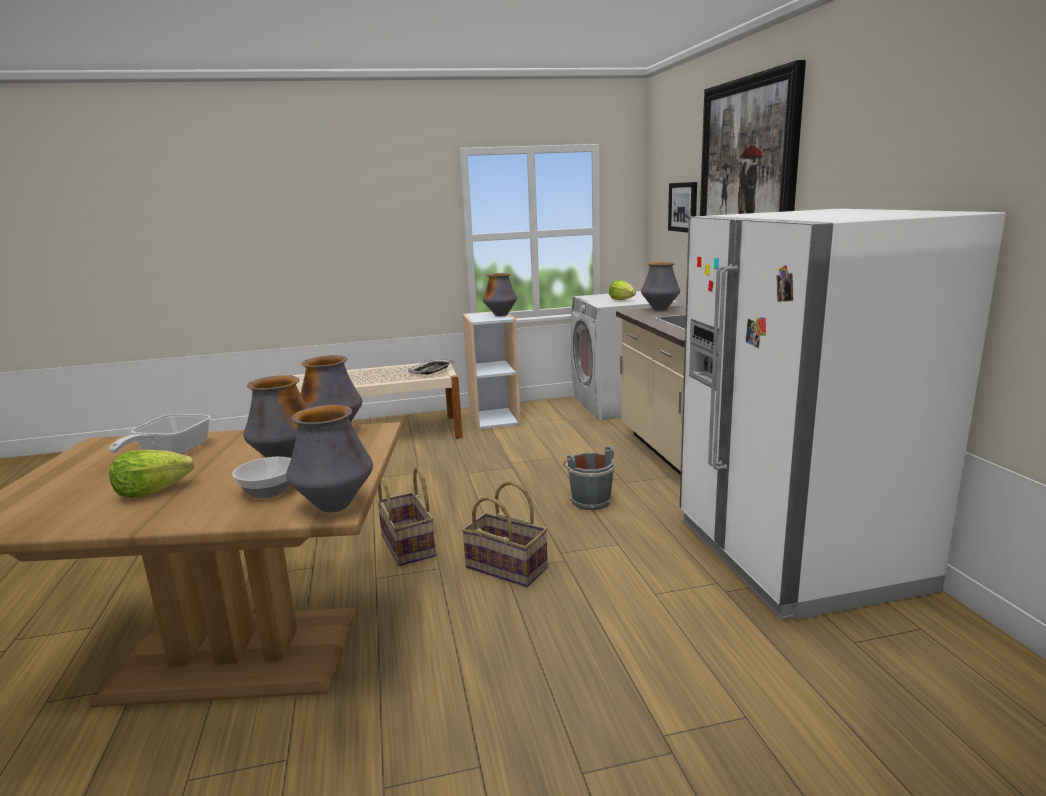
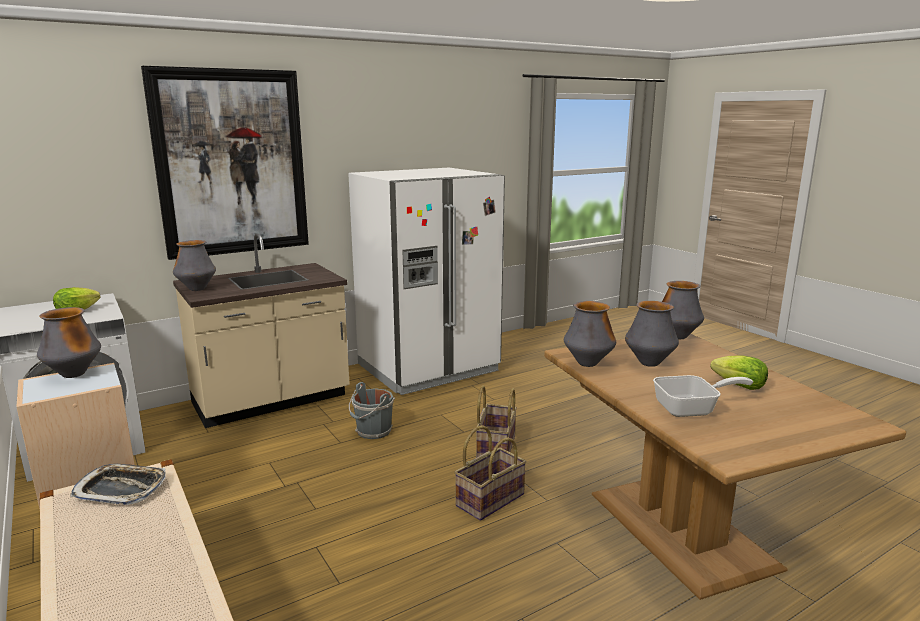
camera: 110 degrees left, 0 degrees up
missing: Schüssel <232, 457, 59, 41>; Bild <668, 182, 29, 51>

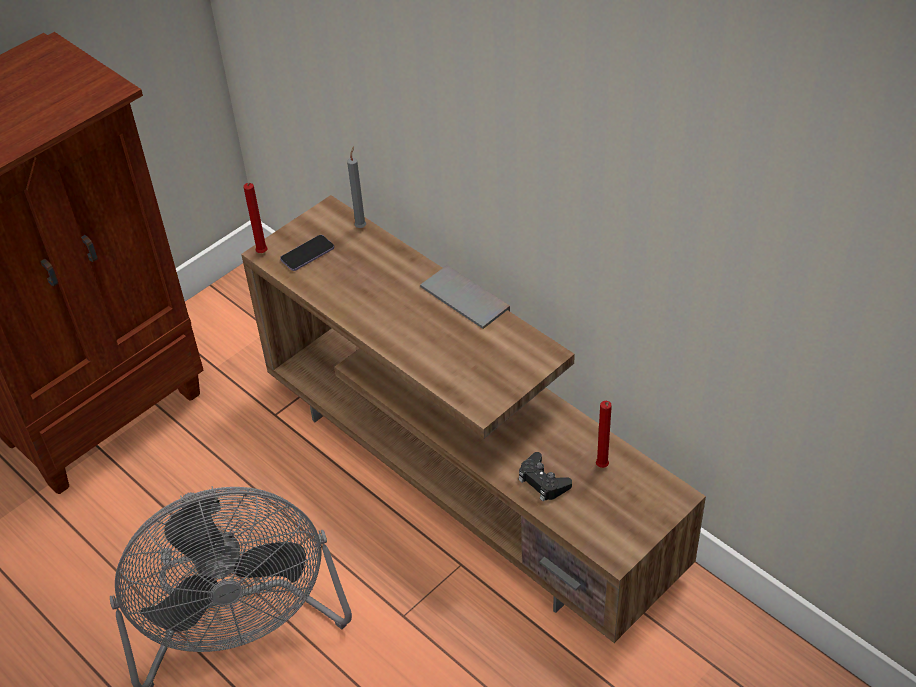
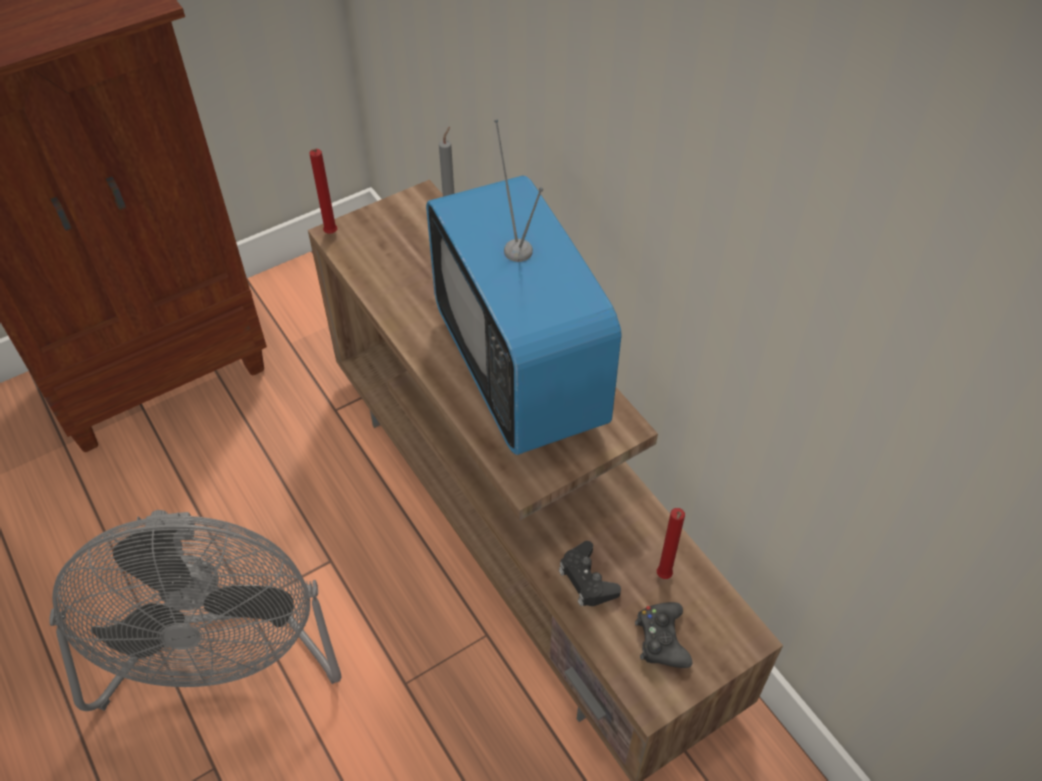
camera: 10 degrees right, 5 degrees up
missing: Handy <280, 235, 54, 36>
appeared: Fernseher <426, 119, 195, 336>; Gamepad/schwarz <635, 602, 57, 66>

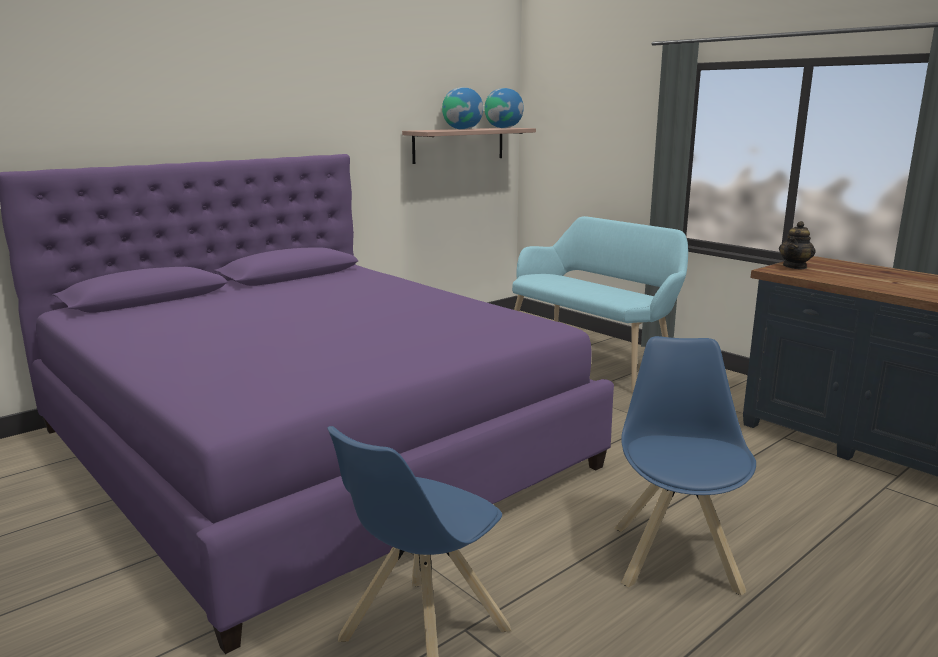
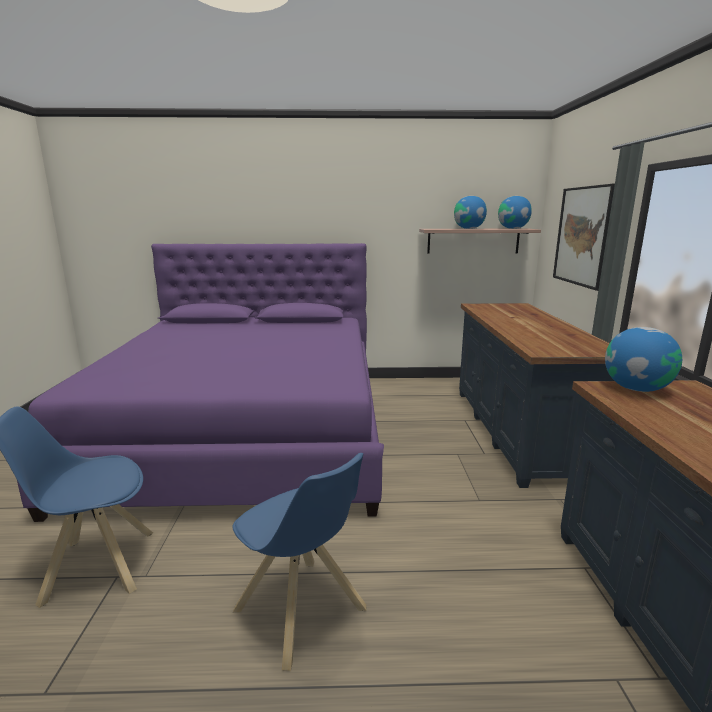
camera: 40 degrees right, 0 degrees up
appeared: Bild <553, 184, 62, 107>
exchanged: Bank/türkis <512, 216, 176, 177> to Kommode/blau <459, 303, 155, 185>; Teekanne <779, 221, 37, 48> to Globus <605, 327, 77, 65>
spun: Stuhl/blau <614, 336, 142, 259> = <232, 453, 135, 218> 90 degrees clockwise

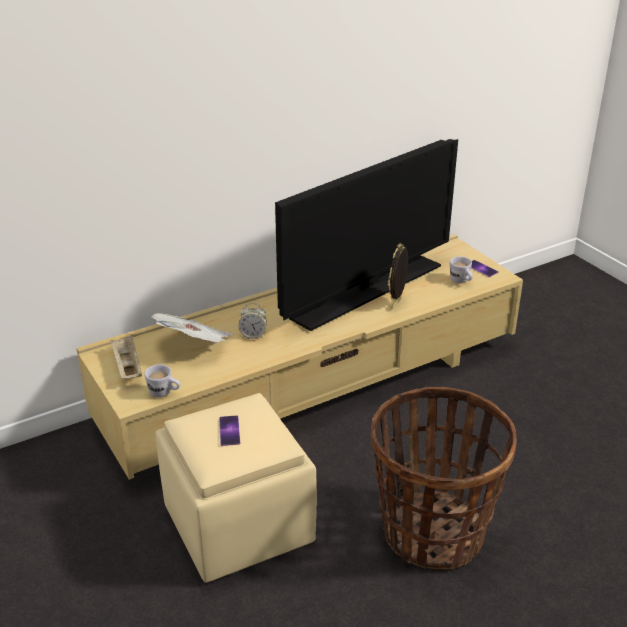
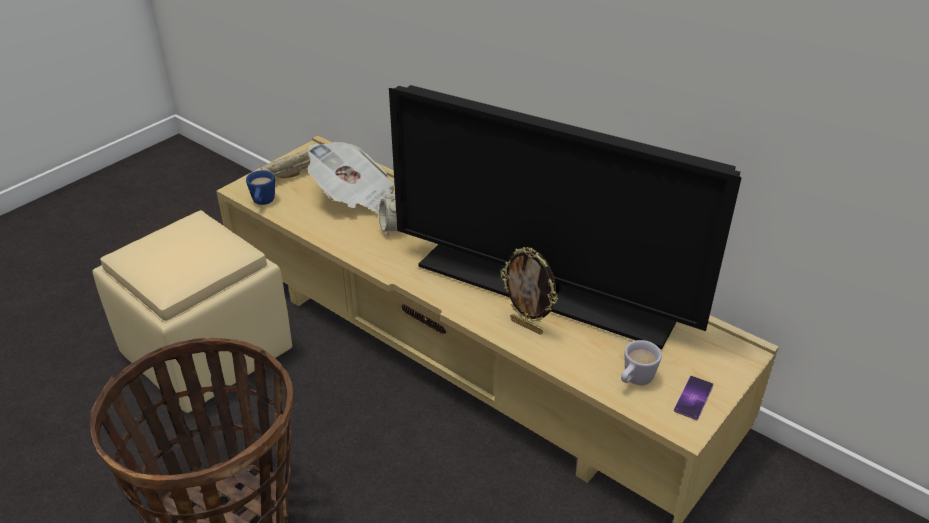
camera: 70 degrees right, 5 degrees up
missing: Handy <219, 415, 21, 31>
colour: Henkelbecher/weiß <144, 364, 37, 34> to Henkelbecher/blau <246, 170, 29, 35>
spun: Bilderrahmen <388, 243, 20, 67> = <500, 247, 58, 88> 150 degrees counterclockwise

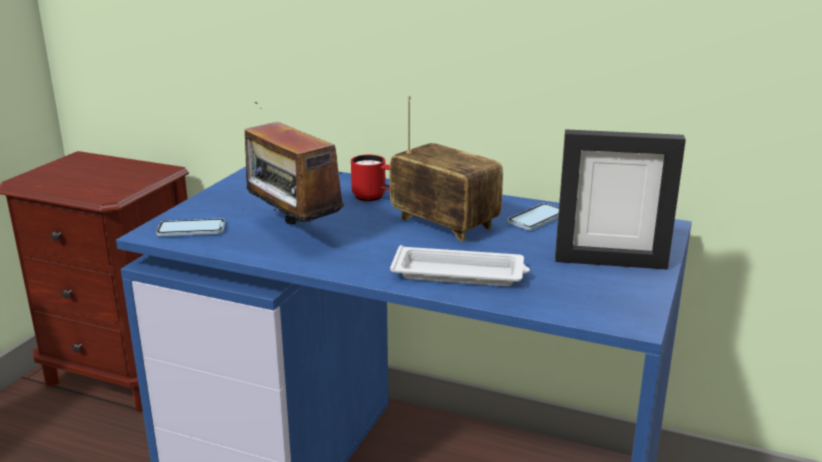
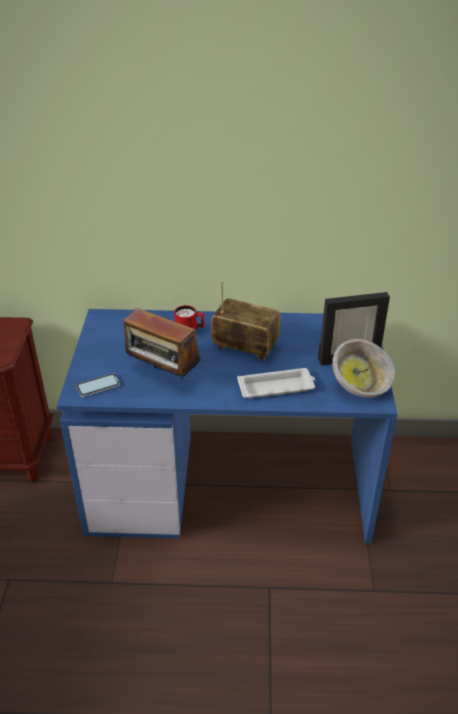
camera: 20 degrees left, 15 degrees up
missing: Handy <507, 203, 52, 27>
appeared: Schüssel <332, 339, 63, 59>

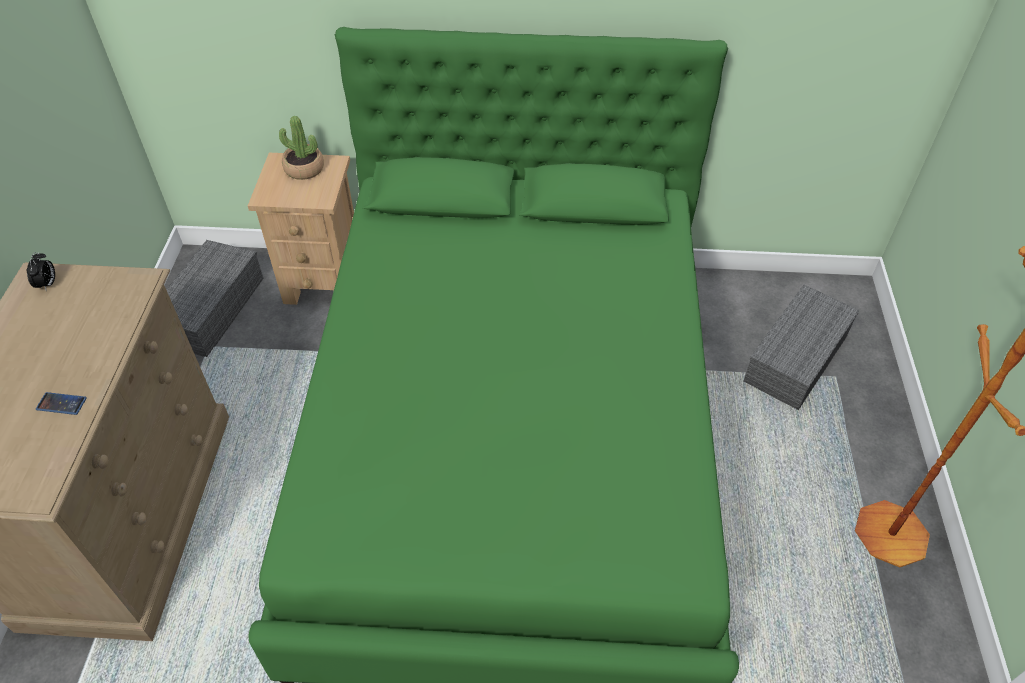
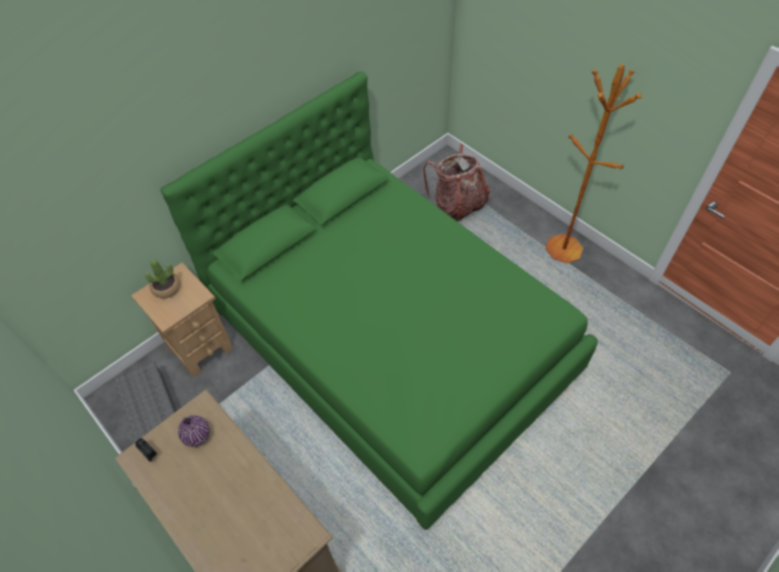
camera: 45 degrees left, 5 degrees up
missing: Handy <36, 392, 51, 23>
appeared: Vase/lila <178, 415, 32, 32>
exchanged: Aufbewahrungsbox/grau <744, 285, 116, 125> to Rucksack <423, 144, 67, 77>

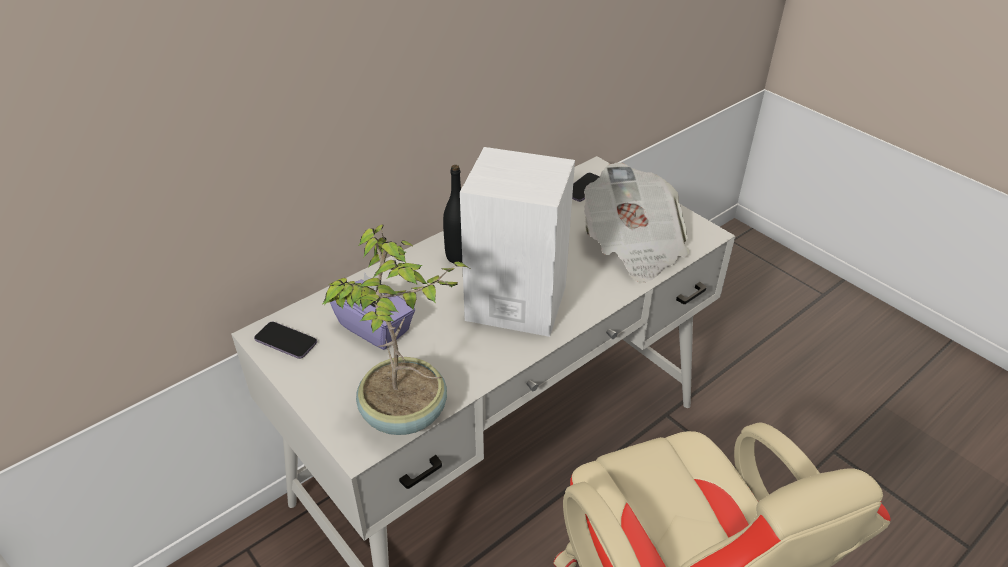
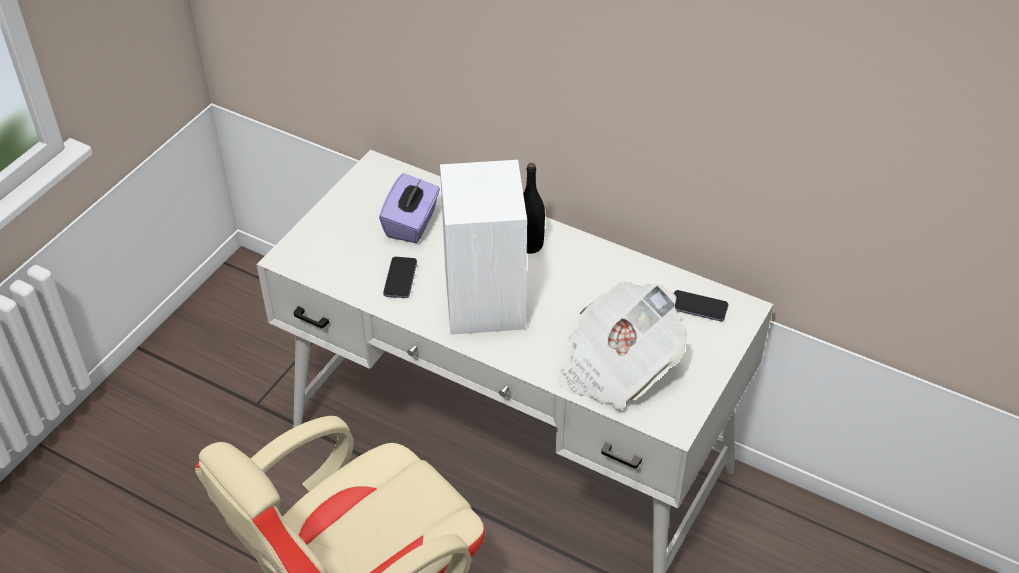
camera: 70 degrees right, 5 degrees up
missing: Topfpflanze <322, 224, 148, 211>
relocated: Handy <254, 321, 63, 38> to <383, 257, 34, 41>

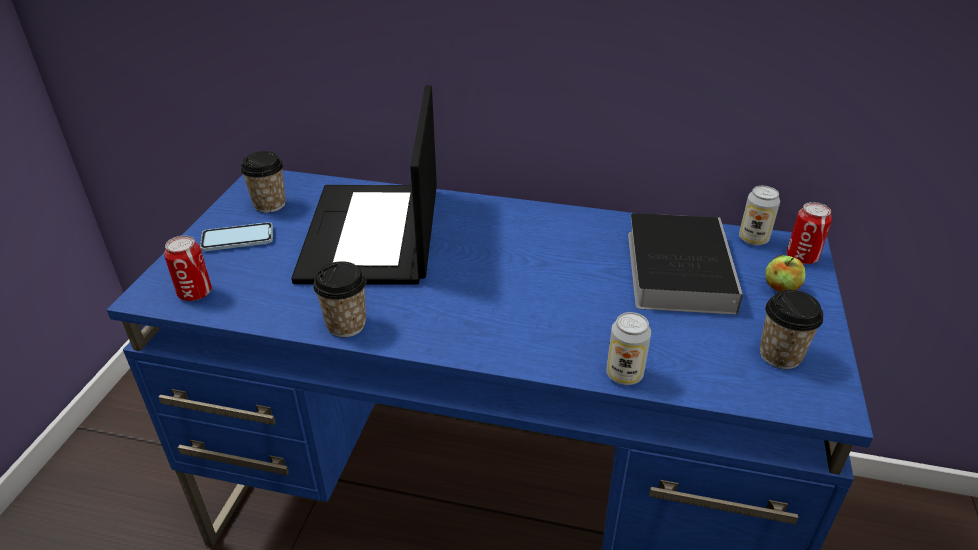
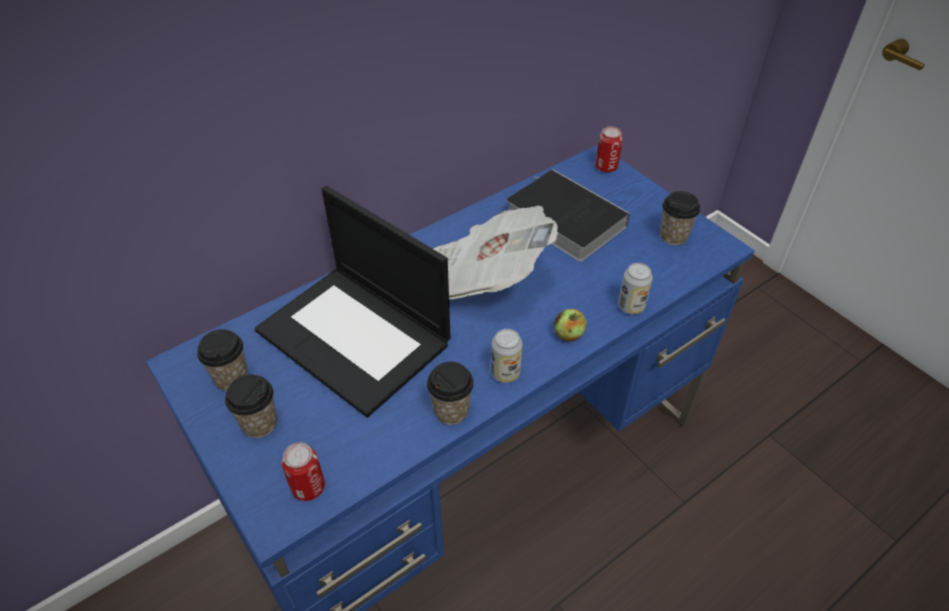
camera: 50 degrees left, 10 degrees up
appeared: Zeitung <434, 206, 124, 93>
relocated: Dose <739, 186, 41, 60> to <491, 329, 32, 54>; Apfel <765, 255, 41, 37> to <554, 309, 33, 32>
exchanged: Handy <200, 222, 73, 29> to Tasse <225, 374, 52, 64>

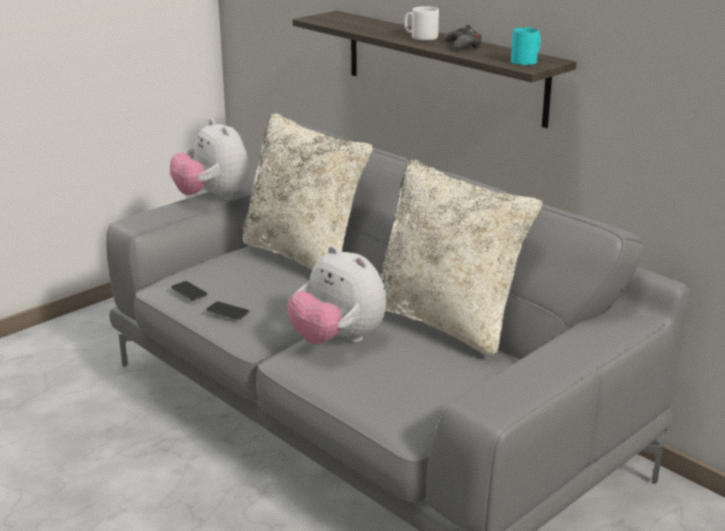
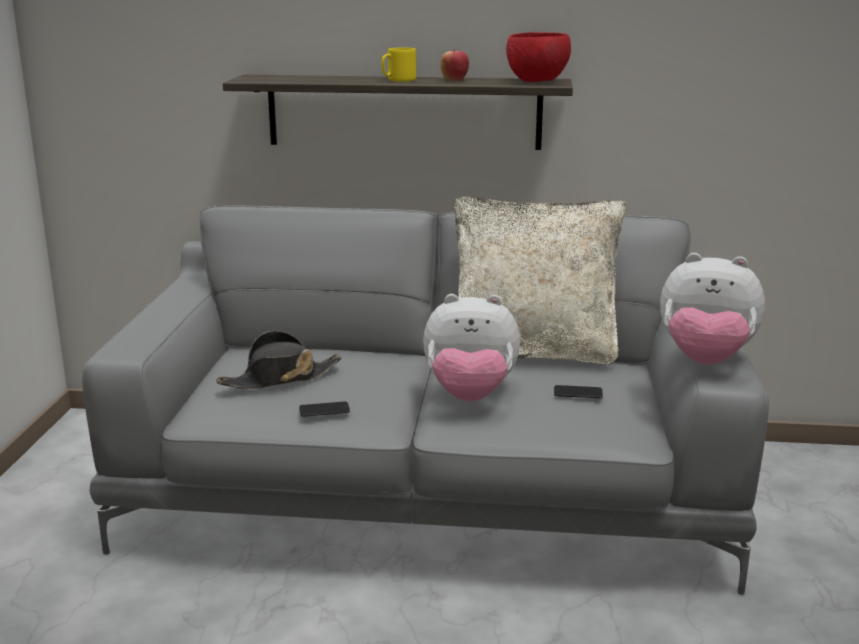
camera: 40 degrees left, 5 degrees down
missing: Kissen/beige <243, 113, 130, 158>
appeared: Hut/schwarz <216, 331, 126, 58>
relocated: Plüschtier <170, 119, 80, 81> to <660, 253, 105, 112>; Handy <171, 281, 36, 19> to <554, 385, 49, 13>
exchanged: Gamepad/schwarz <444, 25, 38, 25> to Apfel <441, 49, 28, 32>; Henkelbecher/türkis <511, 27, 30, 38> to Schüssel/rot <506, 32, 65, 50>
colour: Henkelbecher/weiß <405, 6, 34, 35> to Henkelbecher/gelb <381, 48, 35, 33>

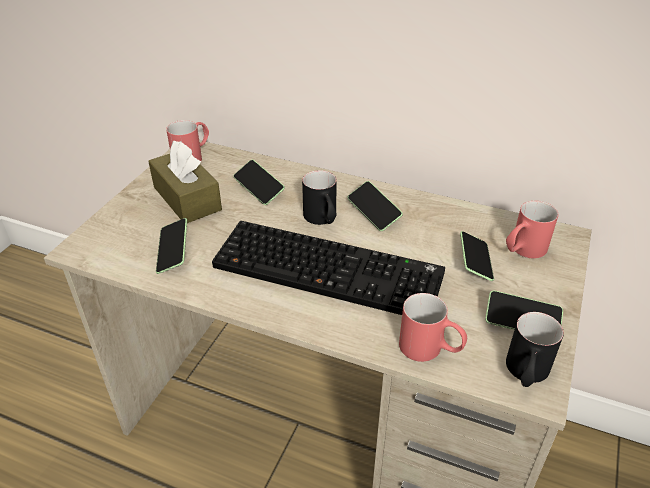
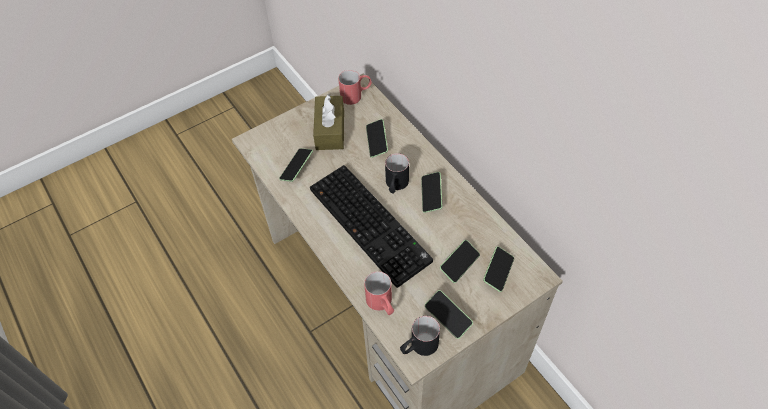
camera: 35 degrees right, 15 degrees up
exchanged: Henkelbecher/rot <506, 201, 52, 58> to Handy <483, 246, 31, 46>

